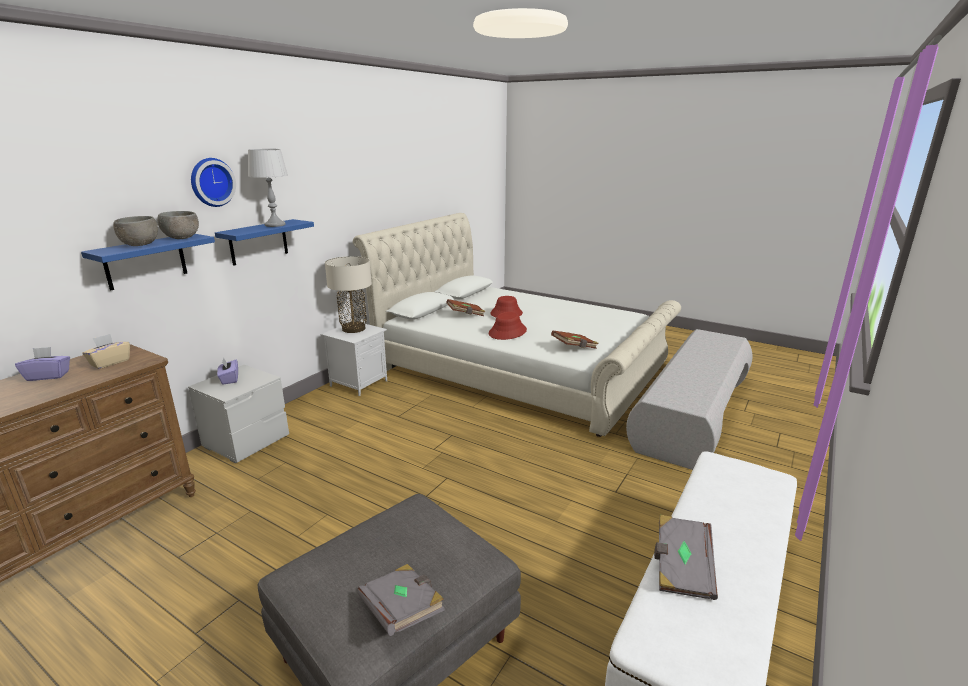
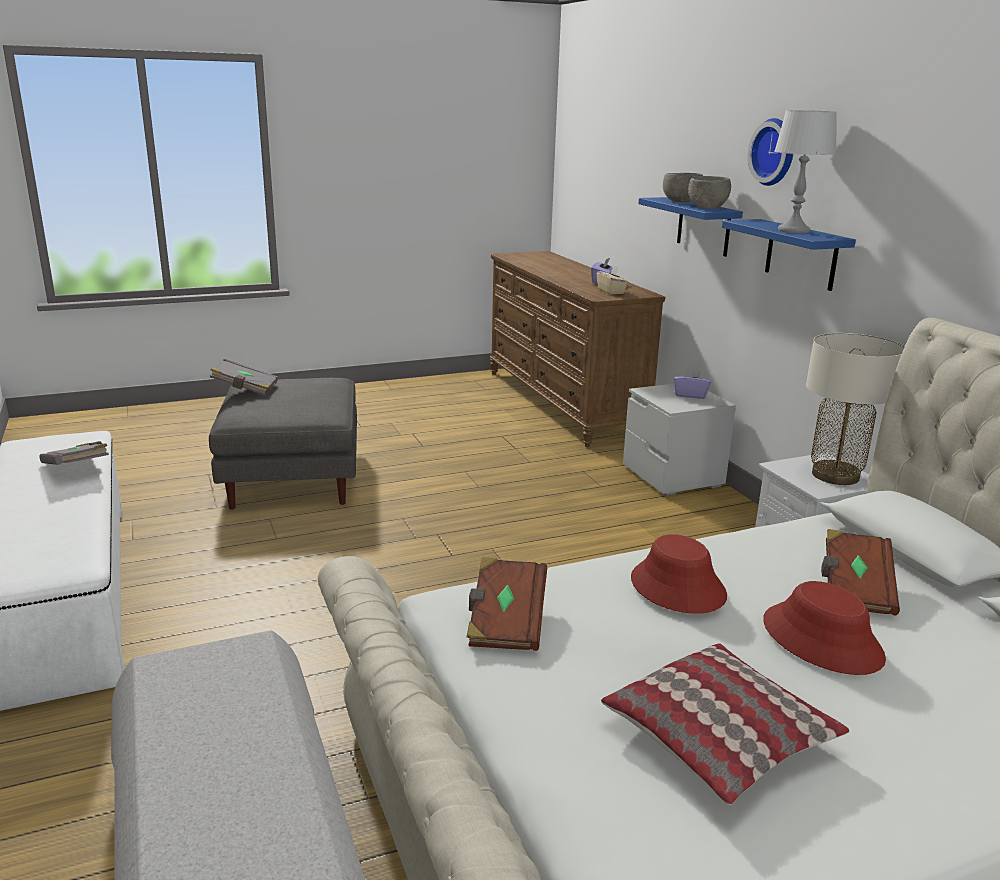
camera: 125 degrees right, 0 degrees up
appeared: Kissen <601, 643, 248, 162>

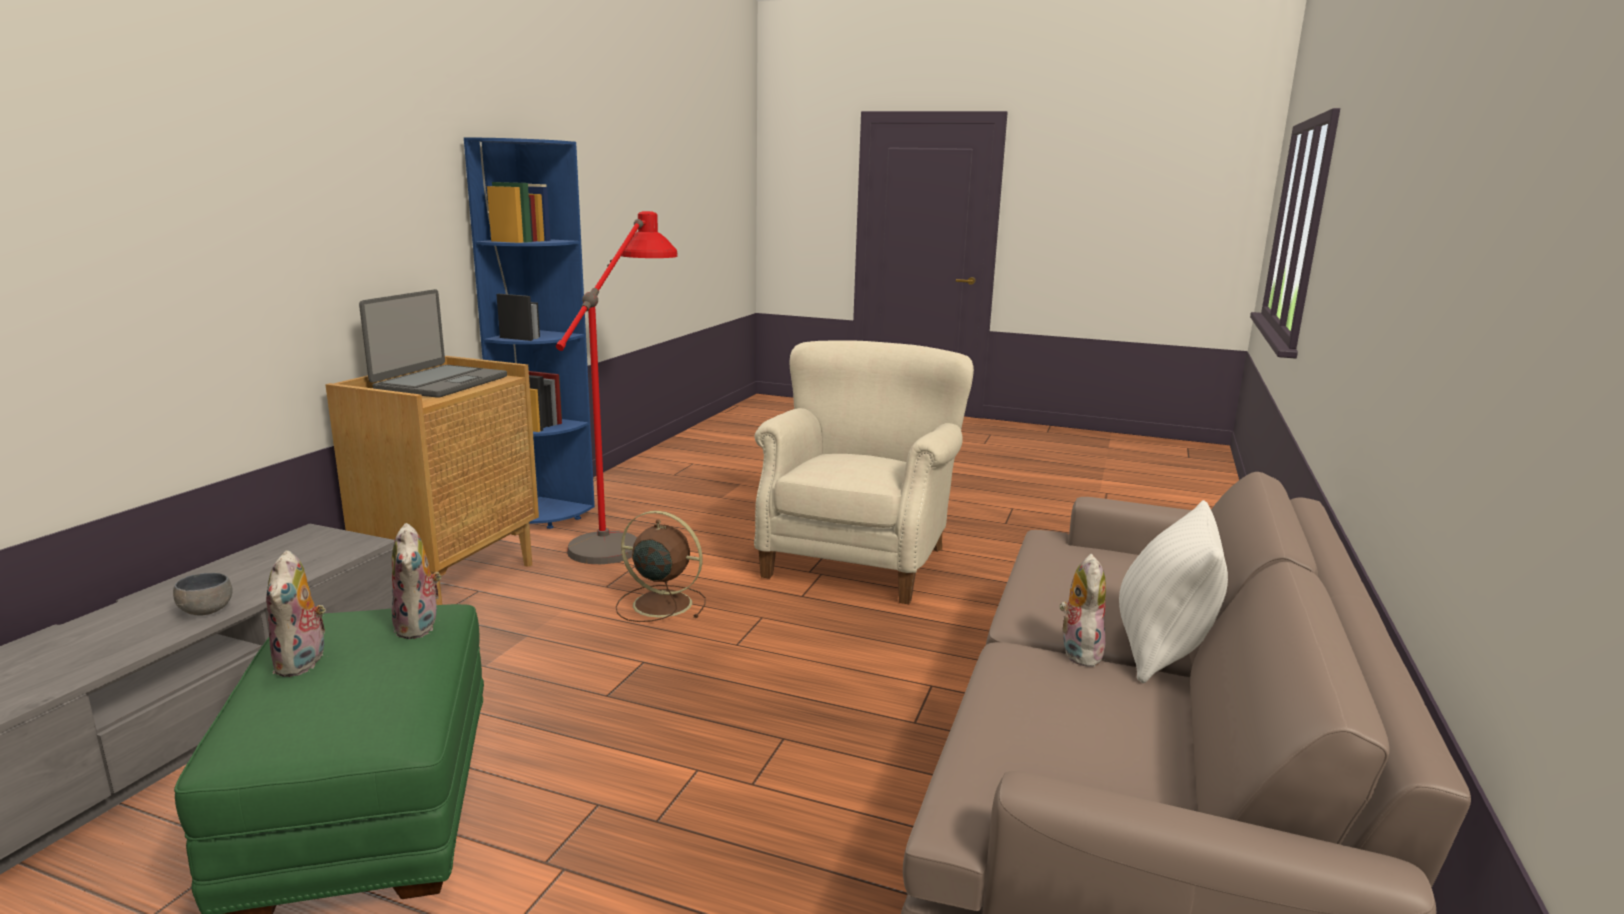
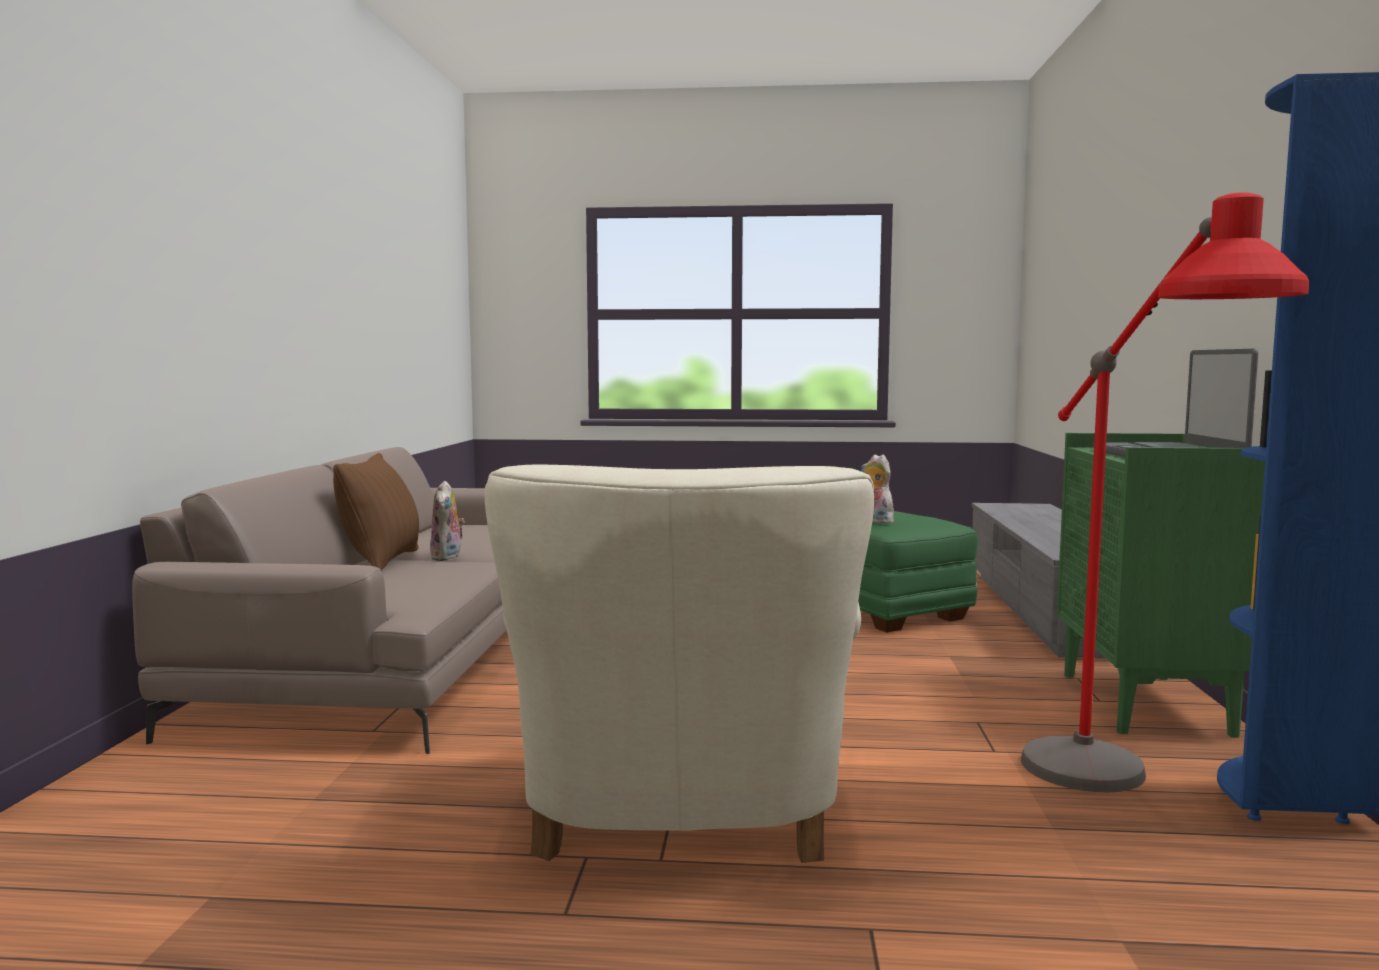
camera: 165 degrees right, 10 degrees down
missing: Schüssel/grau <173, 573, 60, 43>; Plüschtier <266, 550, 60, 127>; Ventilator/braun <616, 511, 90, 111>
colour: Schrank/braun <325, 356, 214, 249> to Schrank/grün <1057, 433, 208, 305>; Kissen/weiß <1119, 500, 109, 183> to Kissen/braun <333, 453, 86, 117>

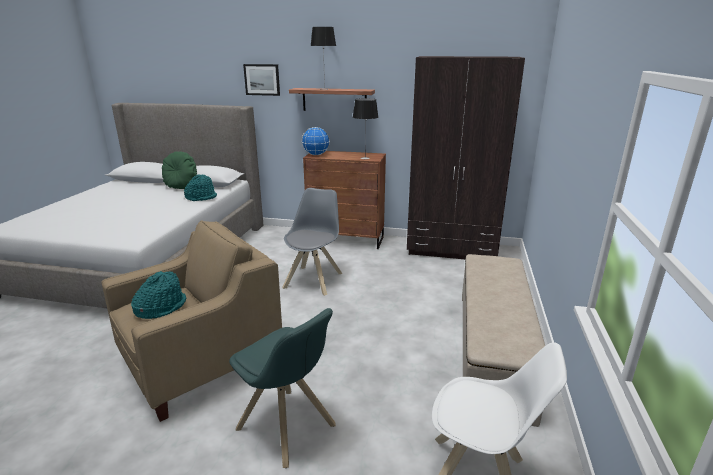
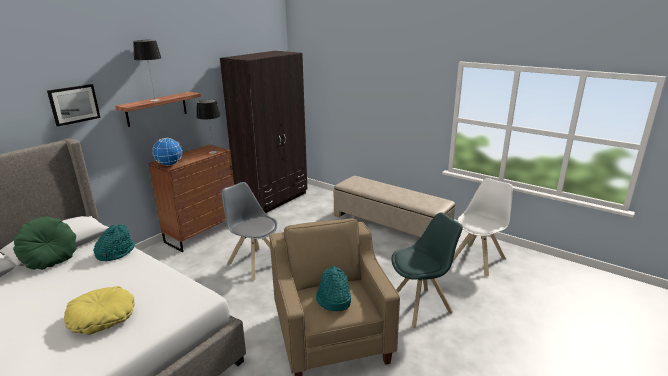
camera: 65 degrees left, 0 degrees up
appeared: Kissen/gelb <64, 286, 71, 49>

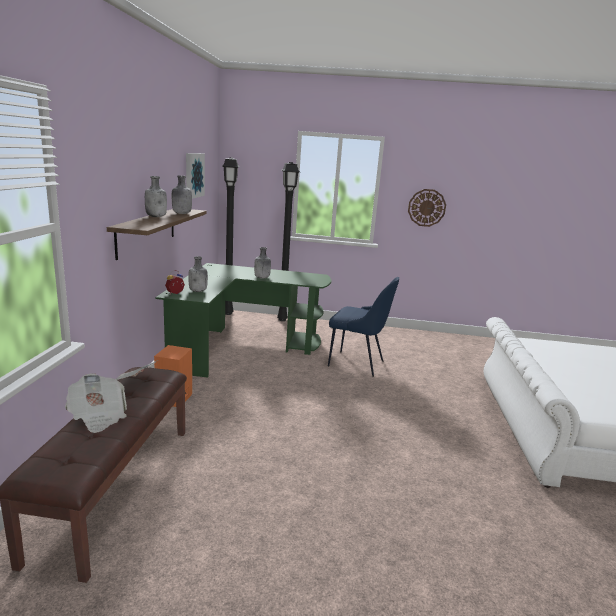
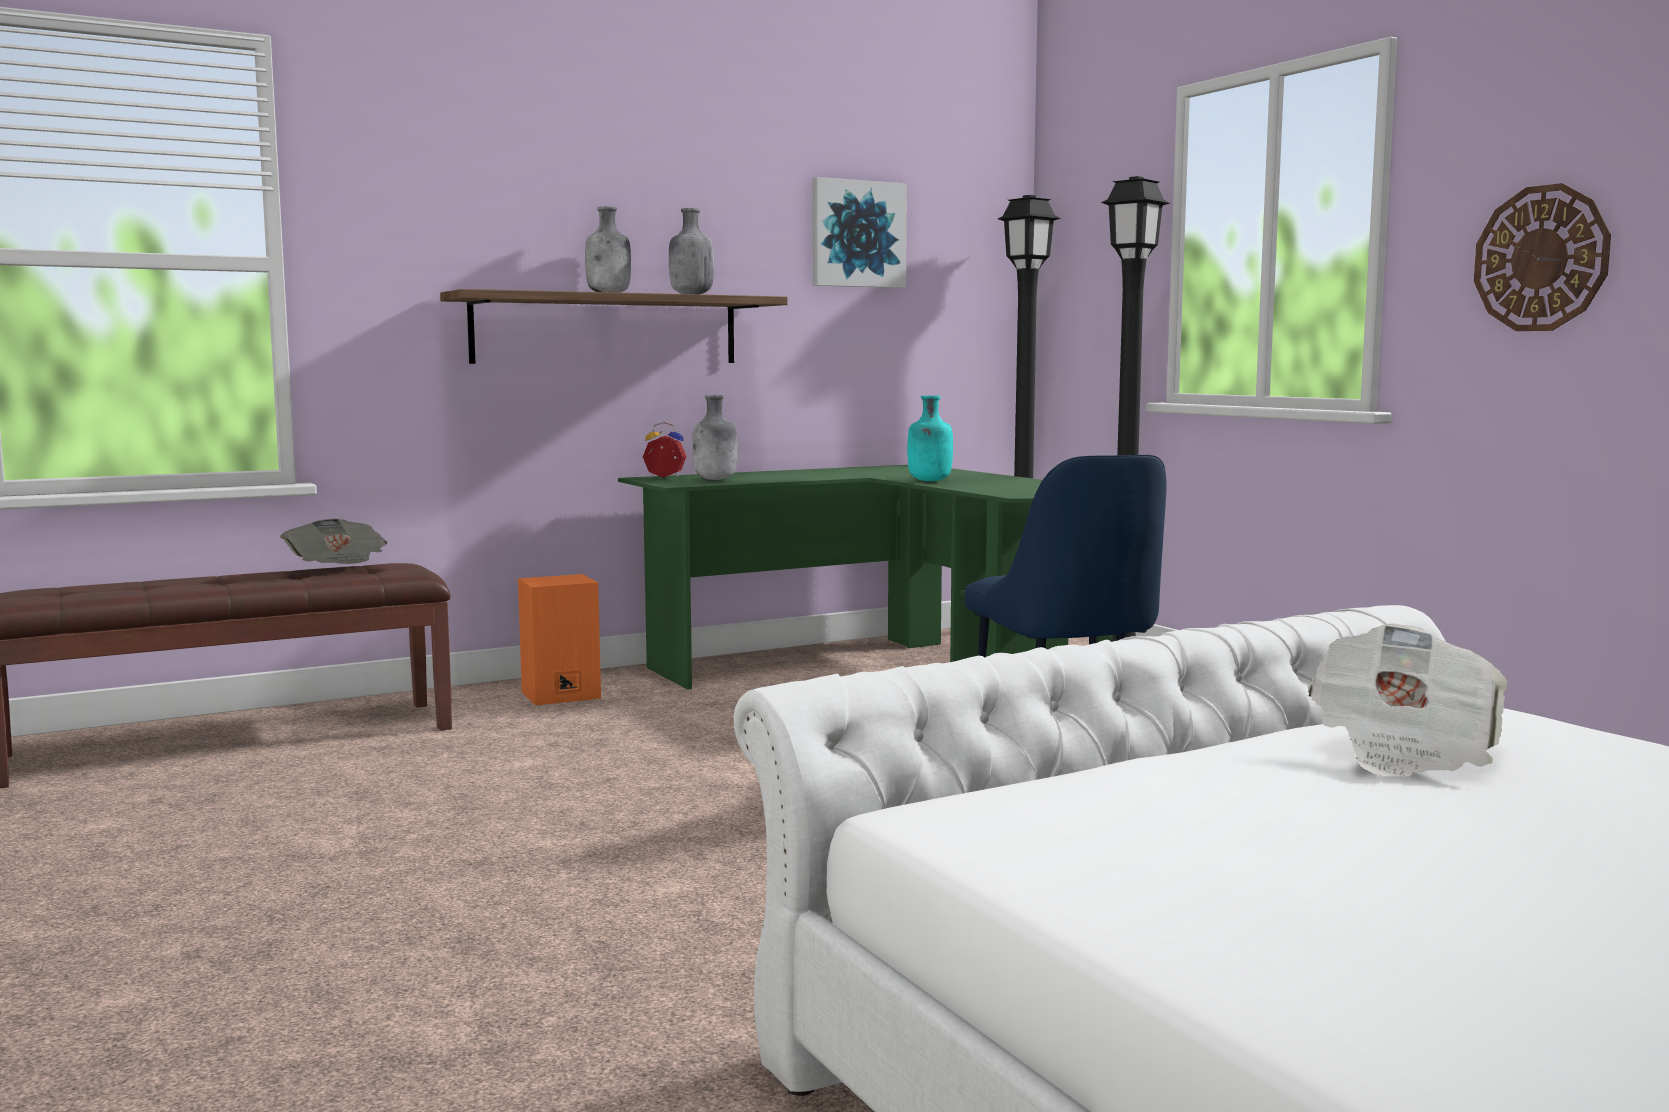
camera: 55 degrees right, 10 degrees down
relocated: Zeitung <65, 373, 62, 60> to <1308, 624, 199, 153>
colour: Flasche/grau <254, 247, 17, 32> to Flasche/türkis <908, 395, 45, 86>

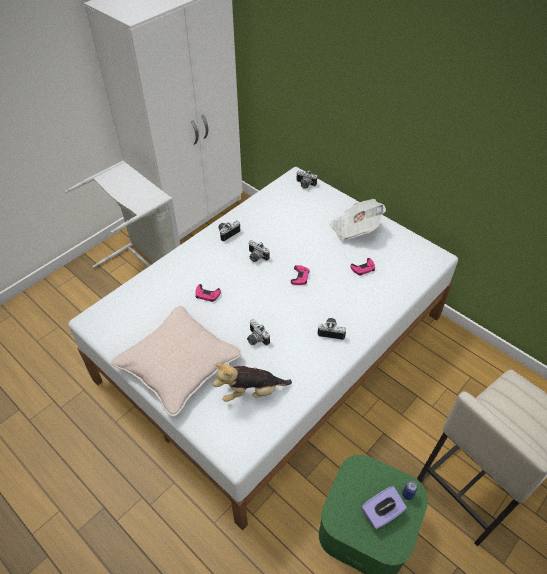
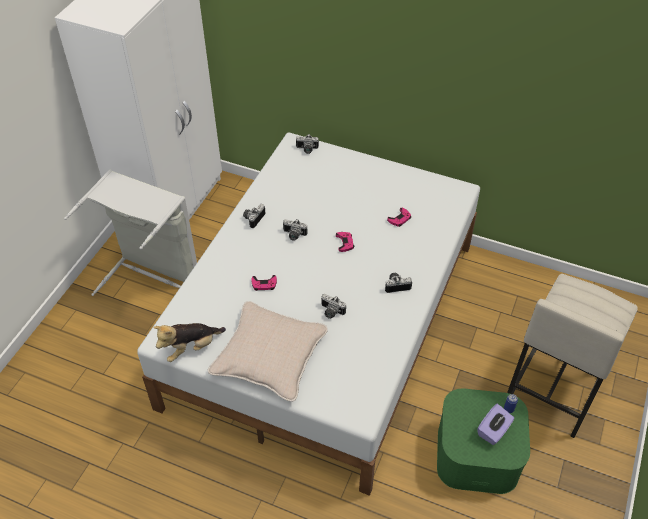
camera: 20 degrees left, 0 degrees up
missing: Zeitung <330, 199, 56, 41>
relocated: Plüschtier <213, 363, 79, 39> to <153, 323, 73, 39>

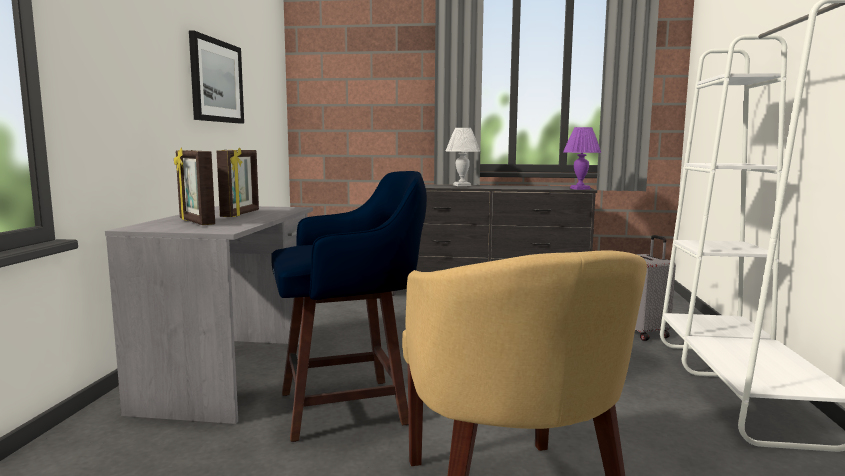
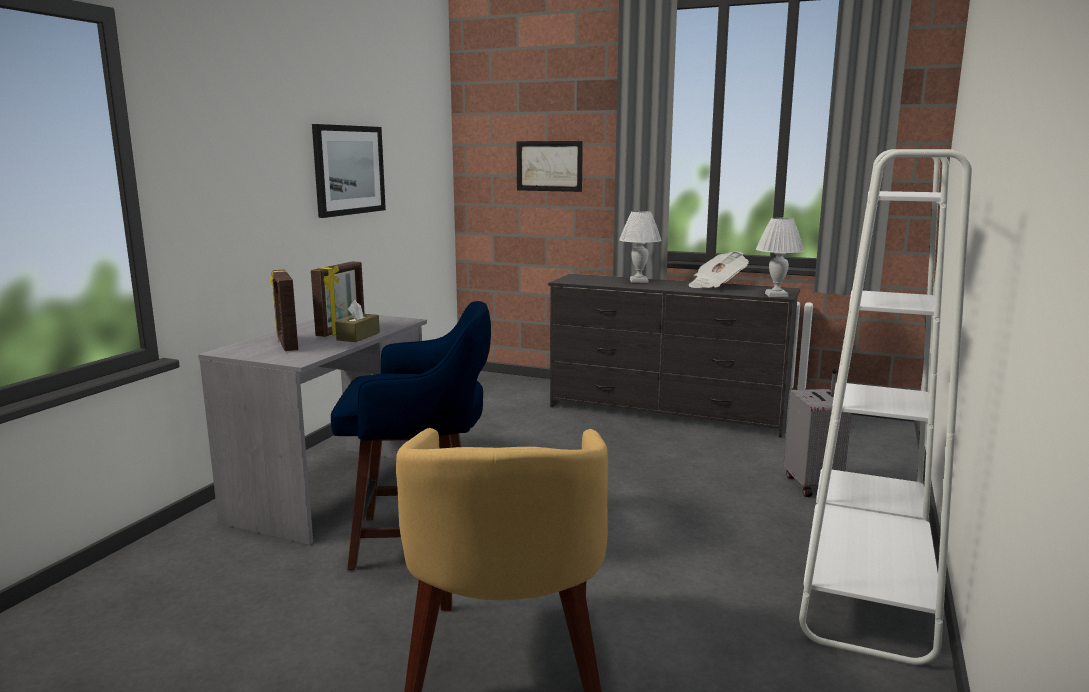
camera: 15 degrees right, 5 degrees up
appeared: Taschentuchbox/braun <335, 300, 45, 42>; Bild <516, 141, 67, 51>; Zeitung <689, 251, 60, 37>
colour: Tischlampe/lila <563, 127, 38, 63> to Tischlampe/weiß <756, 218, 49, 79>

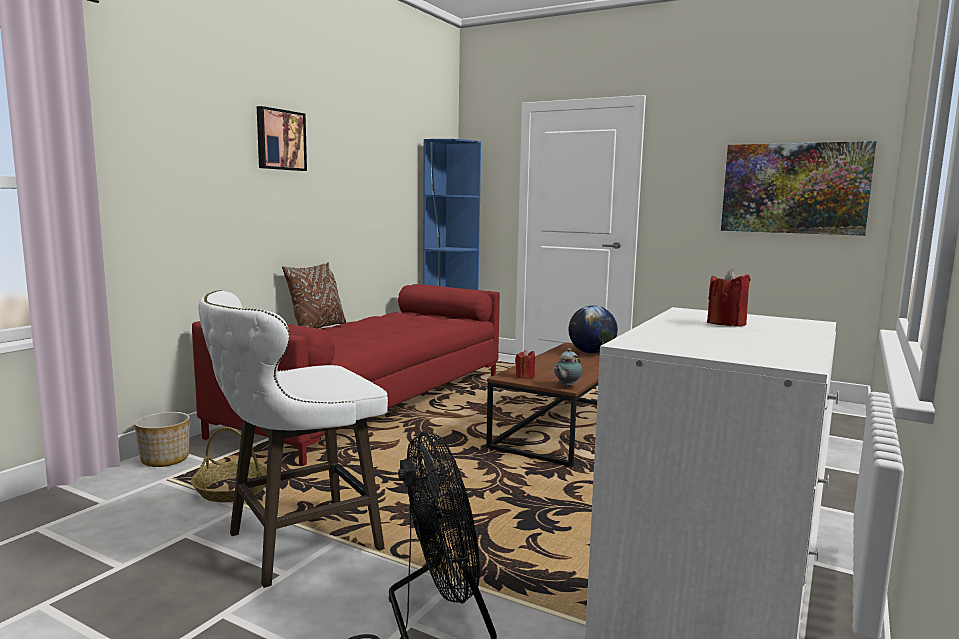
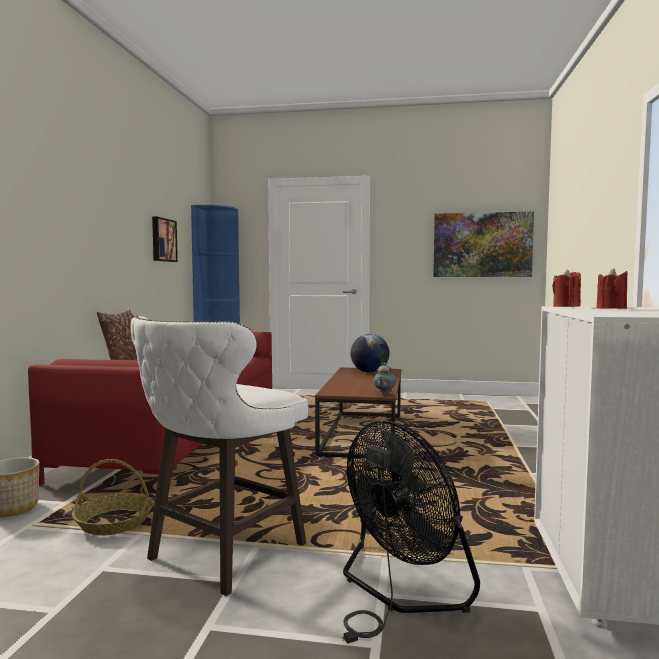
camera: 20 degrees left, 5 degrees down
relocated: Bild <257, 106, 50, 65> to <152, 217, 26, 45>; Kerze/rot <515, 349, 20, 30> to <552, 269, 29, 38>

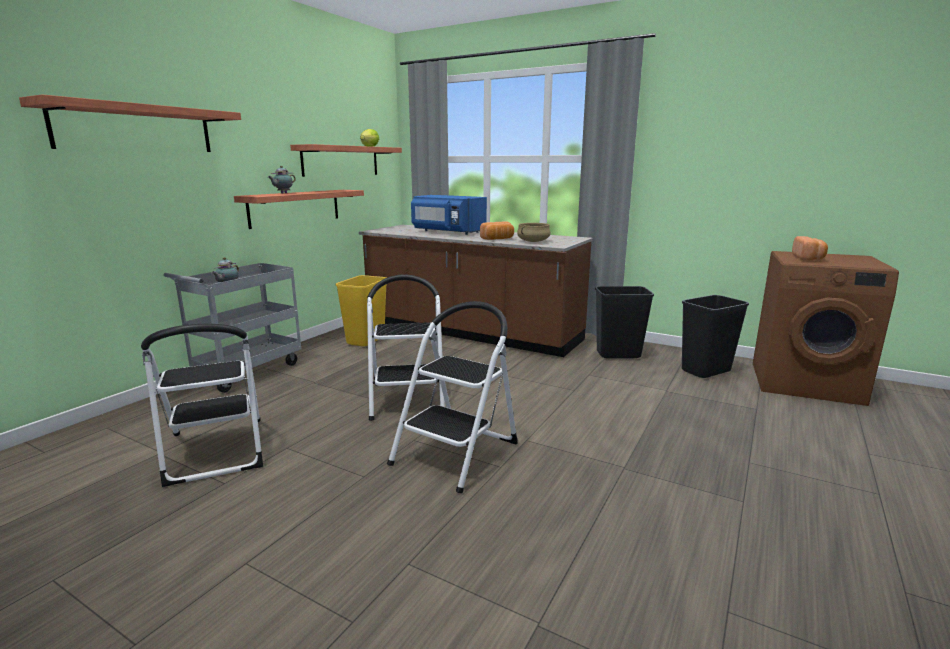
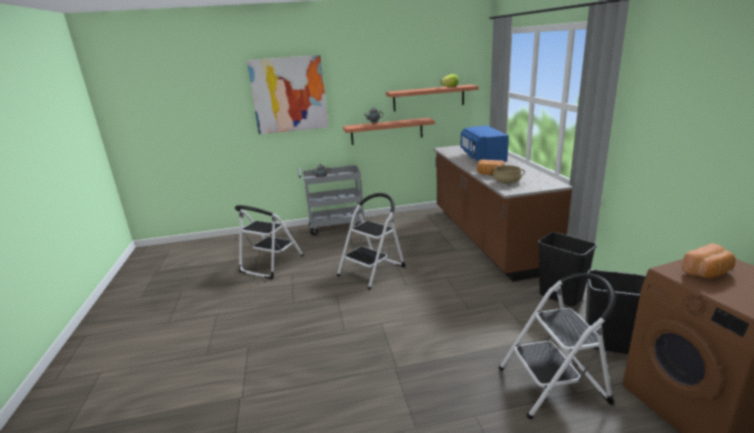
camera: 50 degrees right, 5 degrees up
missing: Mülleimer/gelb <336, 275, 51, 71>
relocated: Trittleiter <387, 301, 131, 192> to <498, 273, 118, 146>
exchanged: Wandregal <19, 94, 222, 58> to Bild <247, 55, 81, 79>

